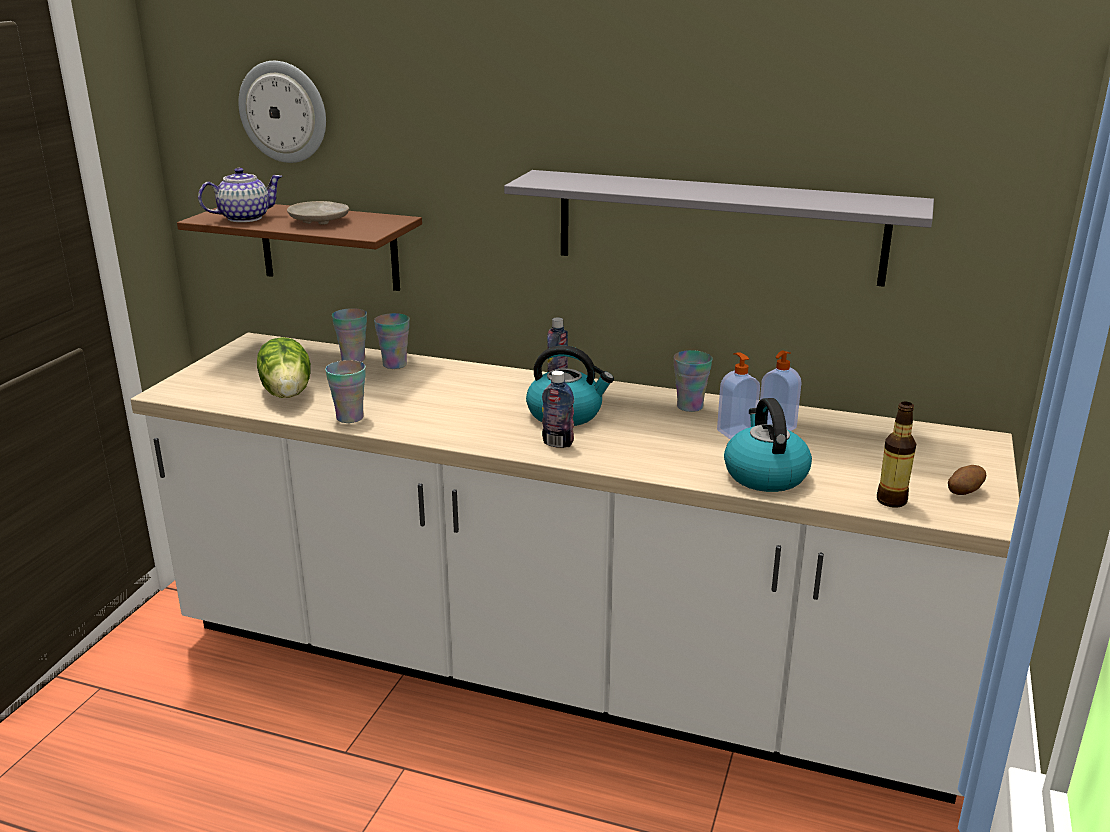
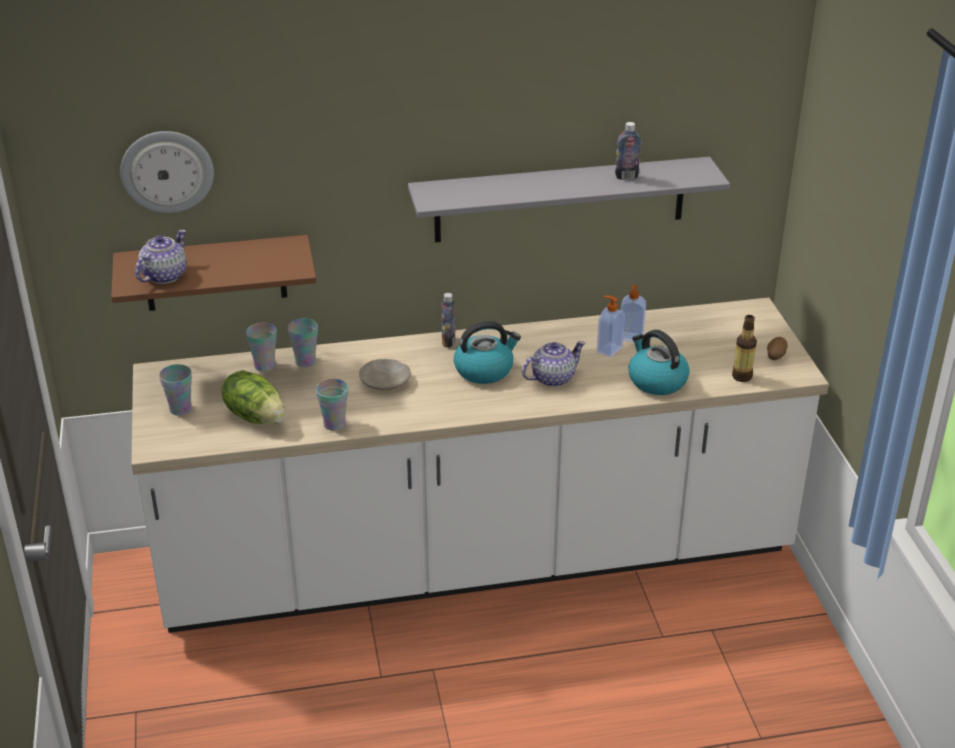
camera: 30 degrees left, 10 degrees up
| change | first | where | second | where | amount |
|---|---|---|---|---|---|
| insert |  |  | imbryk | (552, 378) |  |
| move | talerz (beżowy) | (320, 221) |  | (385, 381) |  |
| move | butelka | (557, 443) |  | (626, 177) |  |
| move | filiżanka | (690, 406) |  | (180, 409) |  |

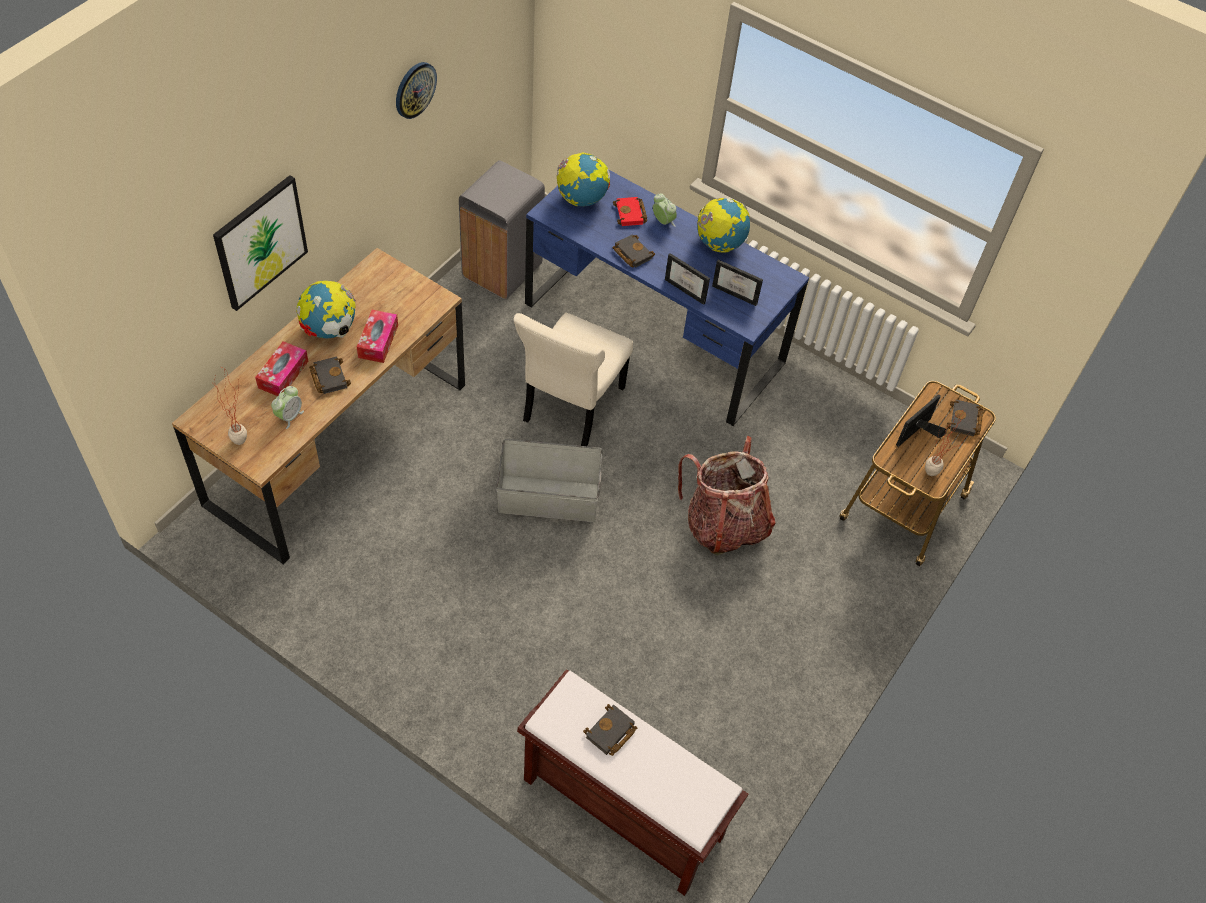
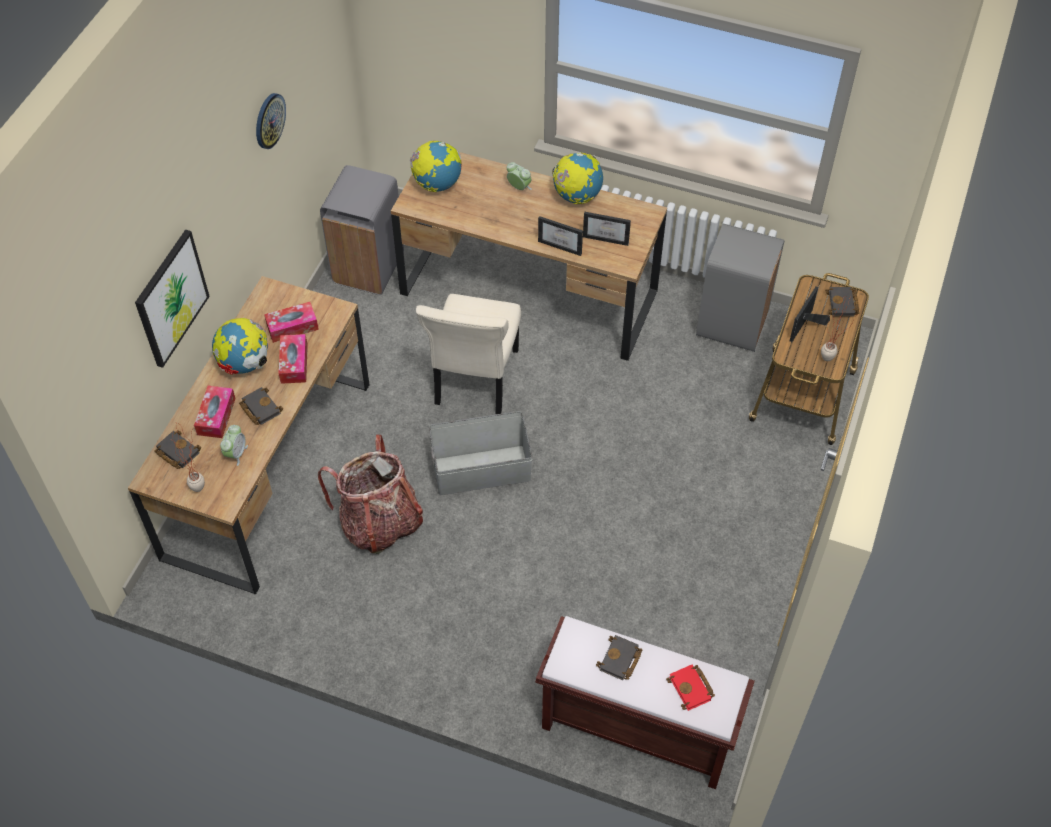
camera: 10 degrees left, 0 degrees up
| change | first | where | second | where | amount |
|---|---|---|---|---|---|
| insert |  |  | pudełko chusteczek | (292, 327) |  |
| insert |  |  | kosz na śmieci (szary) | (732, 326) |  |
| move | książka (czarny) | (631, 253) |  | (176, 452) |  |
| move | książka (czerwony) | (631, 214) |  | (692, 689) |  |
| move | plecak | (724, 525) |  | (380, 523) |  |
| recolor | biurko (niebieski) | (653, 333) | biurko (brązowy) | (528, 292) |  |

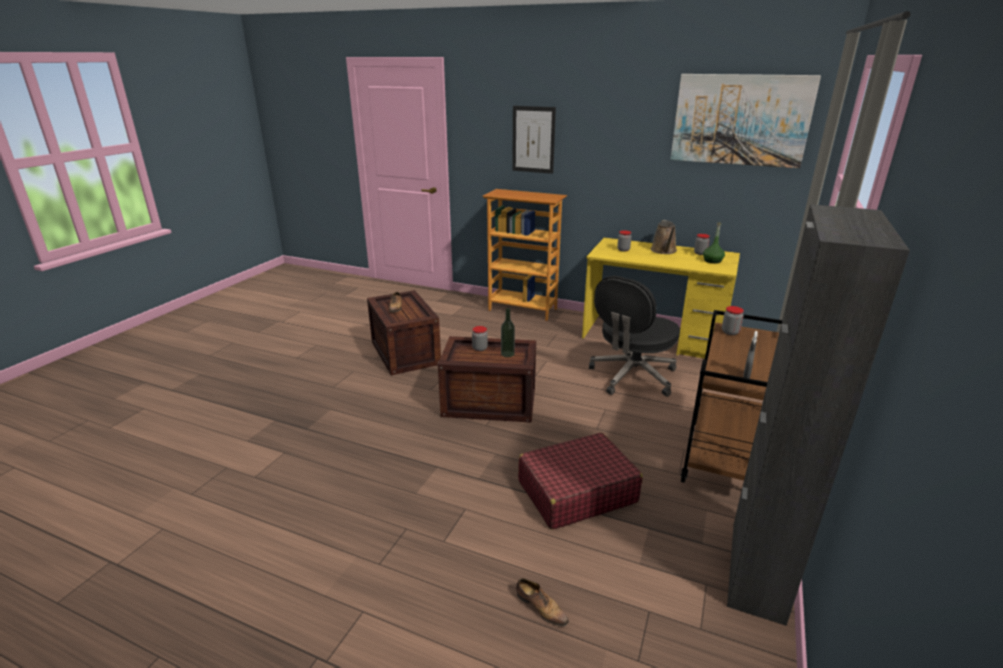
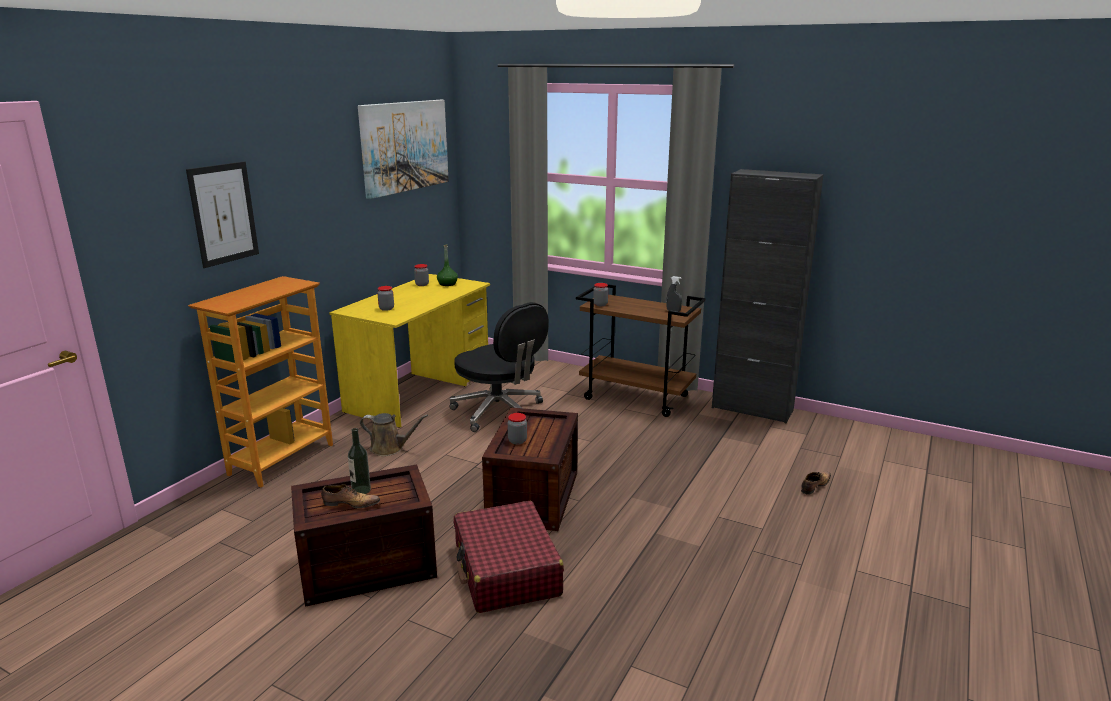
camera: 85 degrees left, 5 degrees down
| change | first | where | second | where | amount |
|---|---|---|---|---|---|
| move | butelka | (507, 354) |  | (361, 490) |  |
| move | walizka (czerwony) | (576, 492) |  | (506, 570) |  |
| move | konewka (brązowy) | (664, 251) |  | (390, 448) |  |

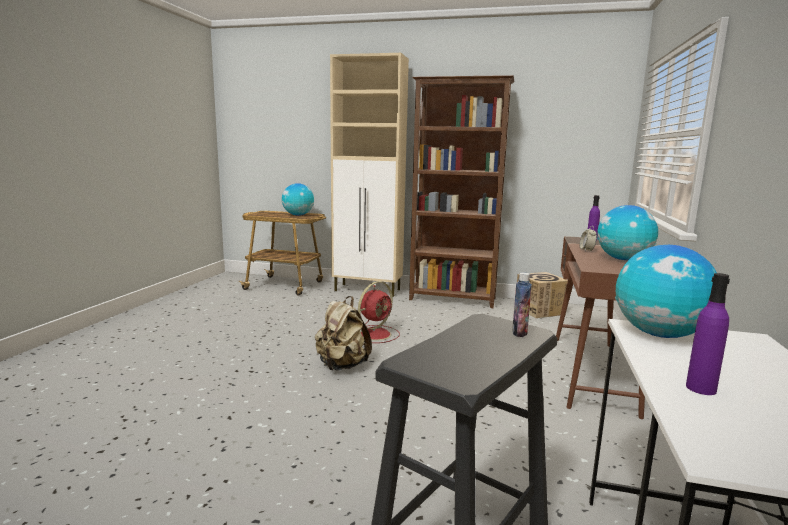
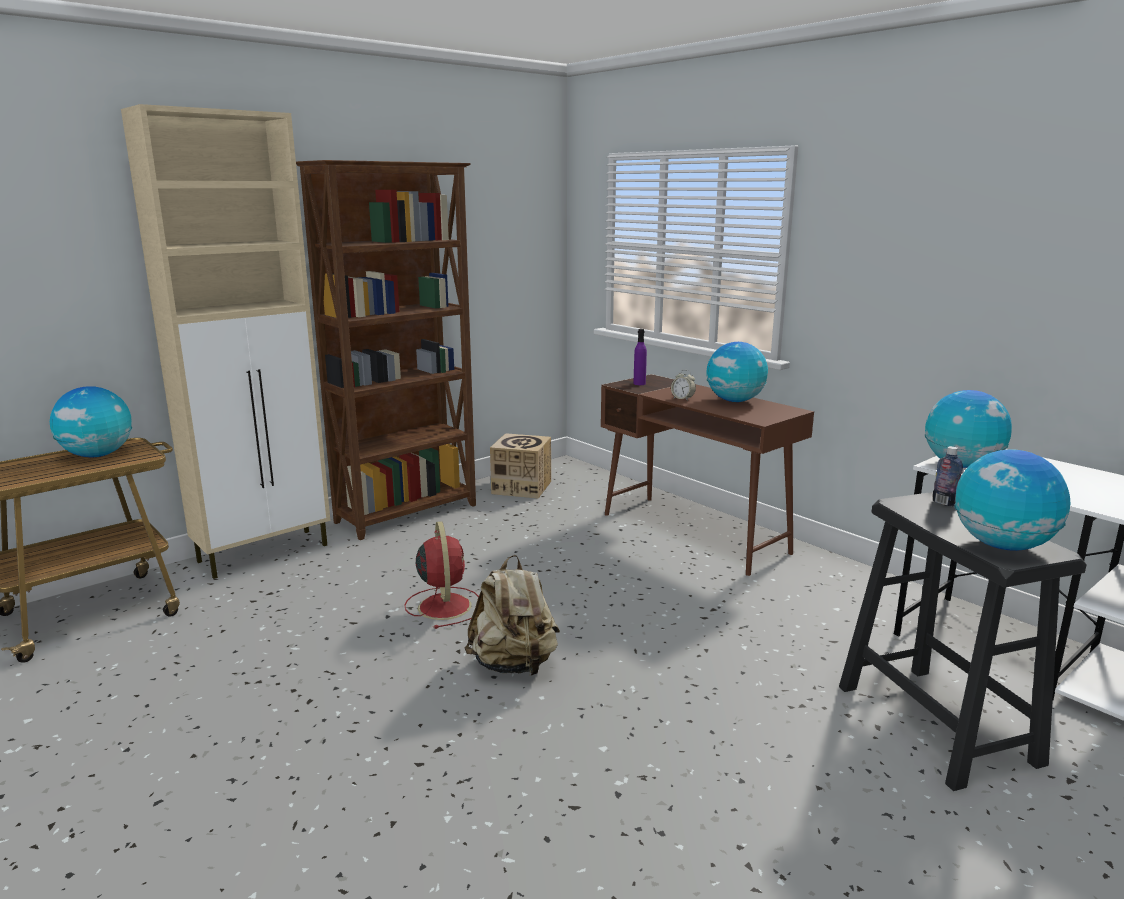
camera: 55 degrees left, 5 degrees up
| change | first | where | second | where | amount |
|---|---|---|---|---|---|
| delete | butelka (fioletowy) | (700, 388) |  |  |  |
| insert |  |  | globus | (1002, 546) |  |

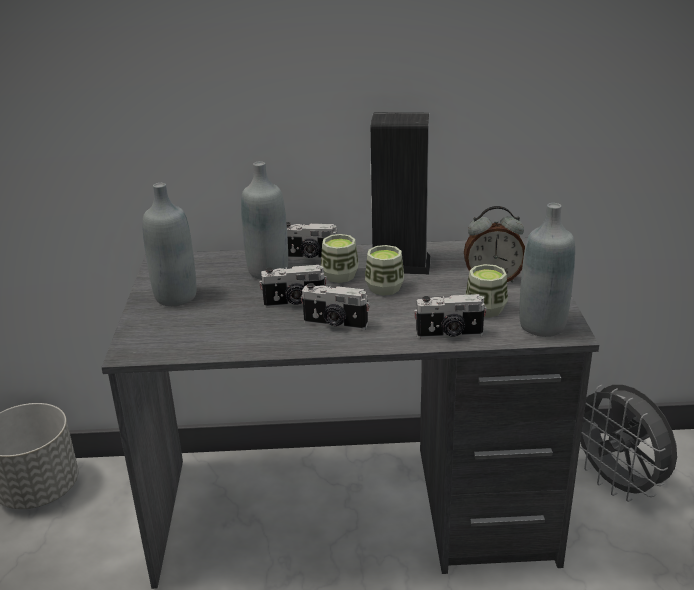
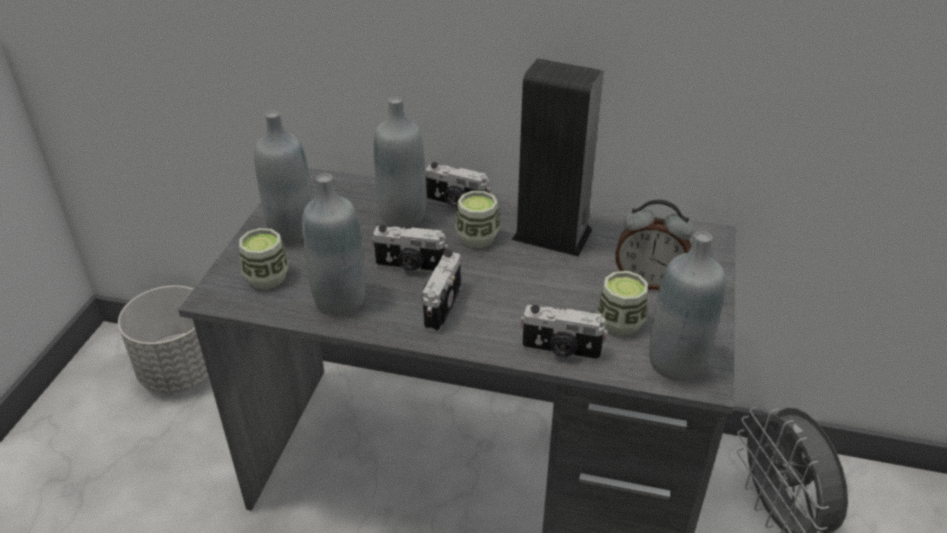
camera: 15 degrees right, 10 degrees up
| change | first | where | second | where | amount |
|---|---|---|---|---|---|
| insert |  |  | butelka (szary) | (340, 300) |  |
| move | filiżanka | (384, 288) |  | (267, 277) |  |
| rotate | aparat fotograficzny | (335, 324) |  | (440, 307) | 75 degrees clockwise |

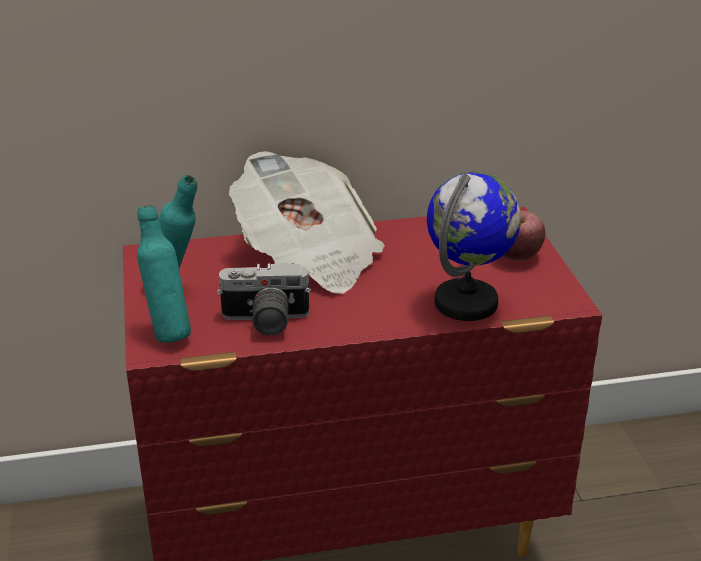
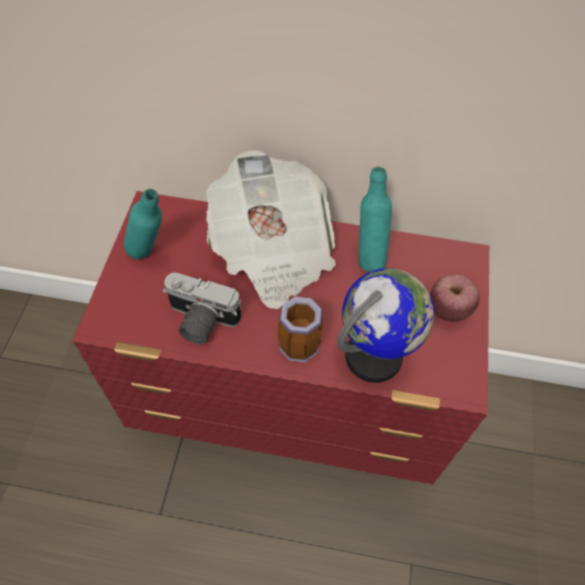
camera: 20 degrees right, 25 degrees up
| change | first | where | second | where | amount |
|---|---|---|---|---|---|
| insert |  |  | kubek | (296, 342) |  |
| move | butelka (turkusowy) | (168, 332) |  | (368, 256) |  |

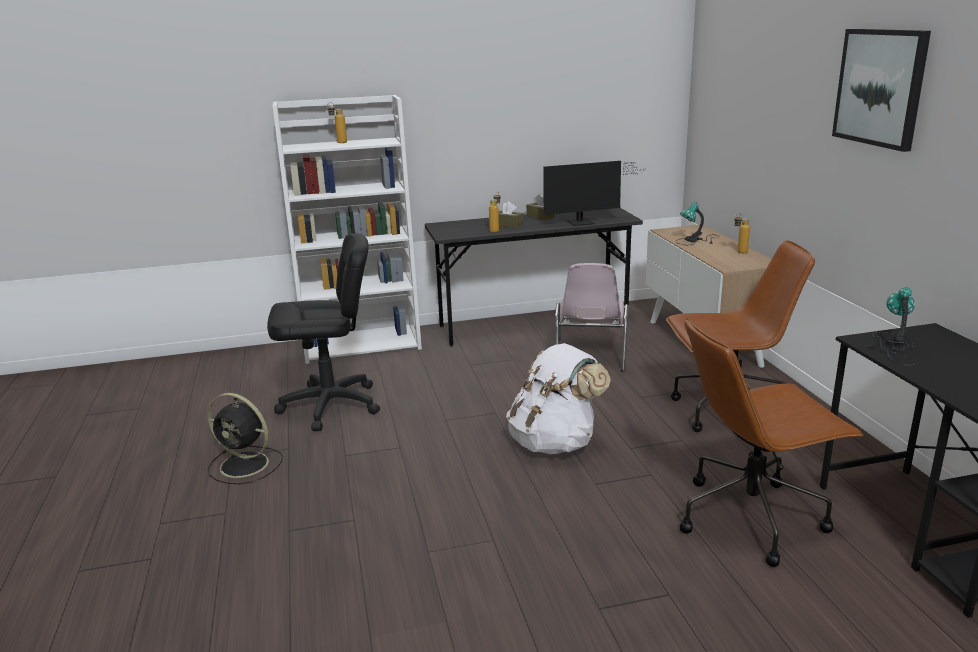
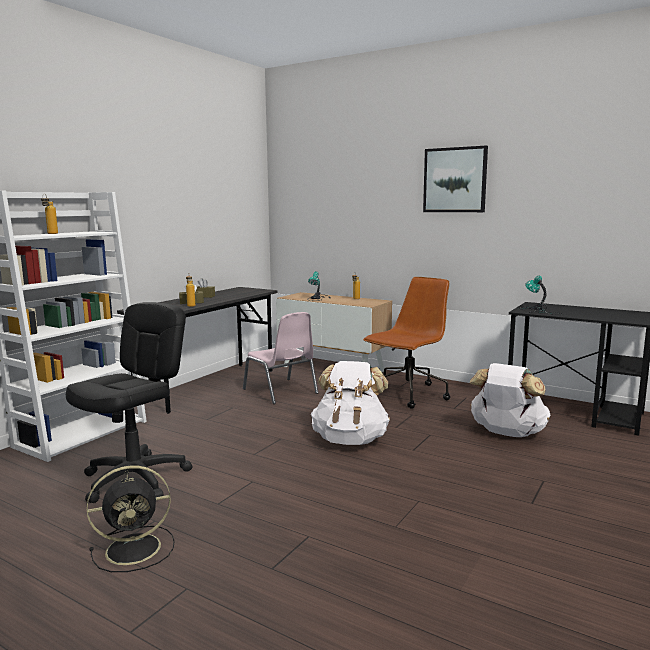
camera: 45 degrees left, 10 degrees down
| change | first | where | second | where | amount |
|---|---|---|---|---|---|
| delete | monitor | (585, 222) |  |  |  |
| replace | krzesło biurowe (brązowy) | (752, 517) | plecak (biały) | (506, 433) |  |

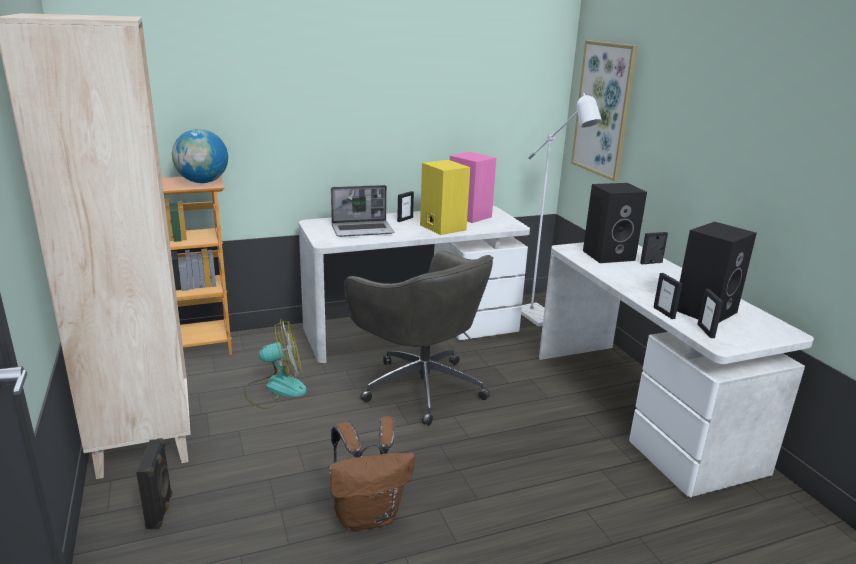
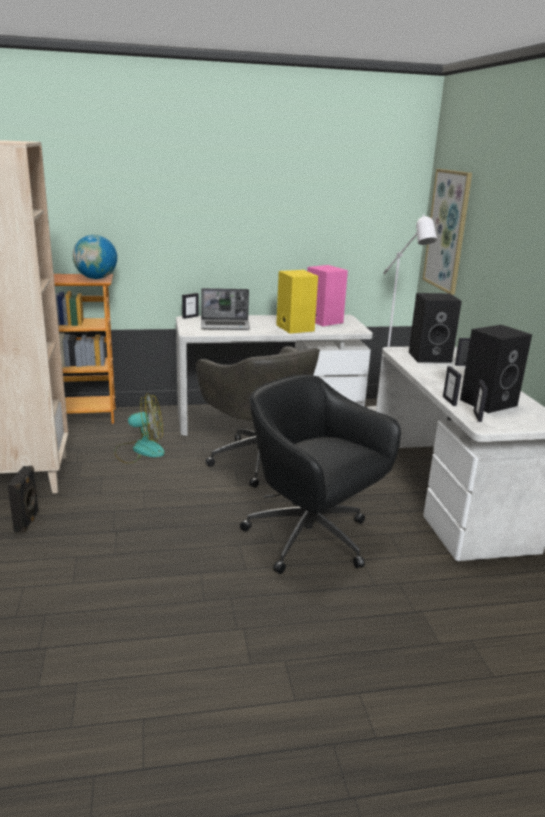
camera: 10 degrees right, 0 degrees up
| change | first | where | second | where | amount |
|---|---|---|---|---|---|
| delete | plecak (brązowy) | (368, 515) |  |  |  |
| insert |  |  | krzesło biurowe (czarny) | (311, 539) |  |
| move | ramka na zdjęcie | (405, 219) |  | (190, 317) |  |

